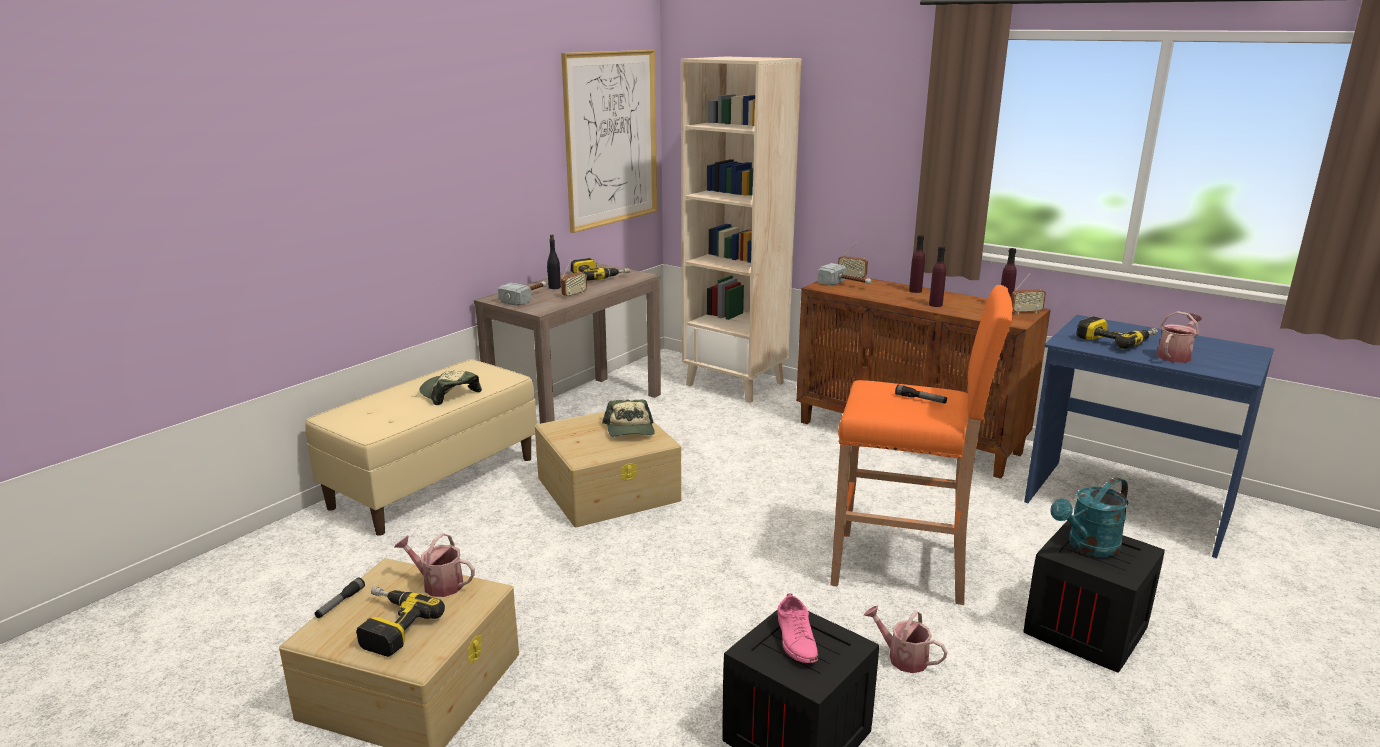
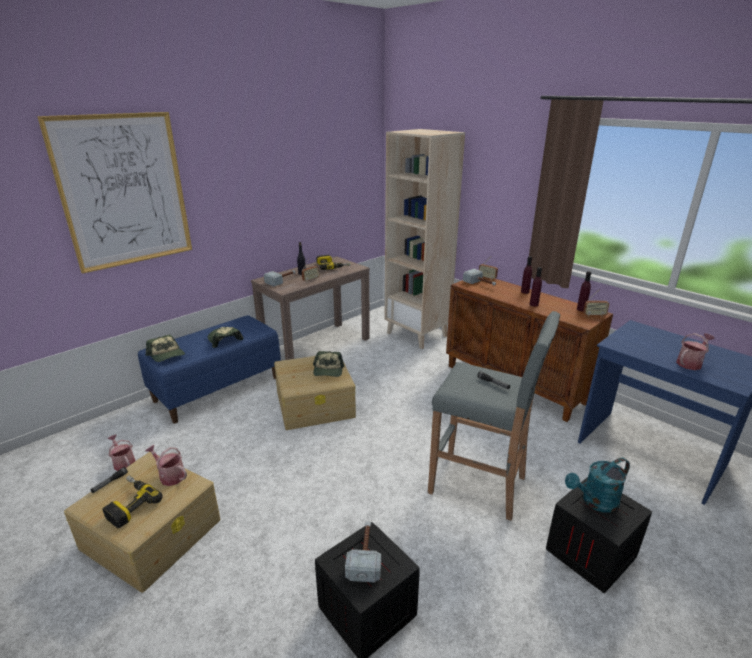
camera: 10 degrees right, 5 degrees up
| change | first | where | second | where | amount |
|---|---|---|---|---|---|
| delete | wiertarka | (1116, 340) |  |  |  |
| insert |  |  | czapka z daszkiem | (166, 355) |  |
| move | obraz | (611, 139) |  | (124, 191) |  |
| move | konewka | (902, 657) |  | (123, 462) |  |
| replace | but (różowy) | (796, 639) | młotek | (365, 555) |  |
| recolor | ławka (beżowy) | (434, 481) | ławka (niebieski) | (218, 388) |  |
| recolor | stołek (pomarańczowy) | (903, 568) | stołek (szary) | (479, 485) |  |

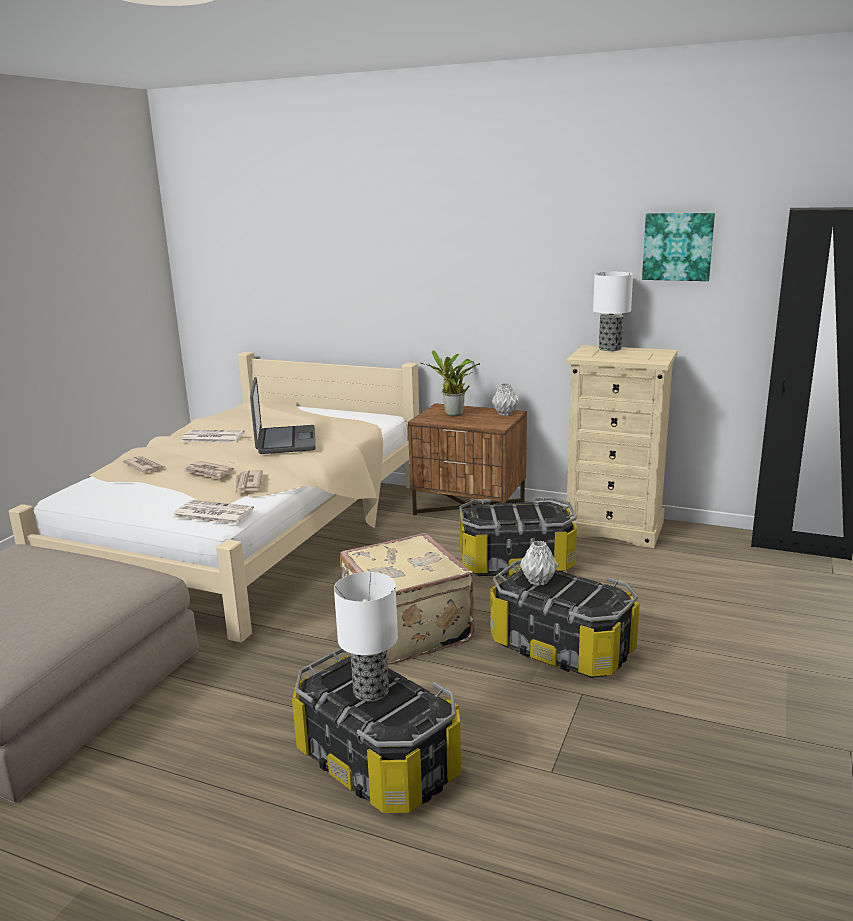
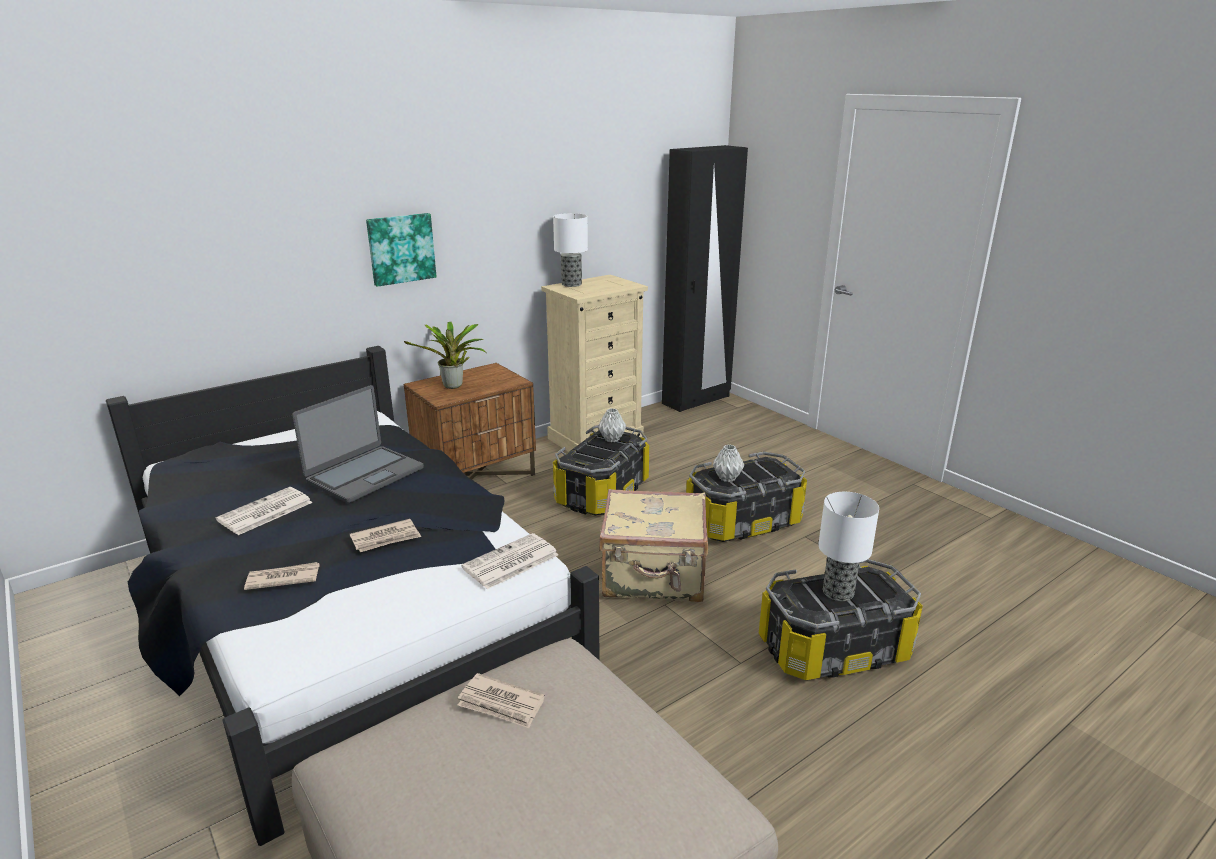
camera: 60 degrees left, 5 degrees up
| change | first | where | second | where | amount |
|---|---|---|---|---|---|
| move | gazeta | (248, 484) |  | (501, 704) |  |
| move | wazon (szary) | (505, 414) |  | (612, 439) |  |
| move | obraz | (678, 246) |  | (401, 248) |  |
| recolor | łóżko (beżowy) | (249, 537) | łóżko (czarny) | (348, 611) |  |
| rotate | laptop | (285, 441) |  | (364, 475) | 105 degrees clockwise |

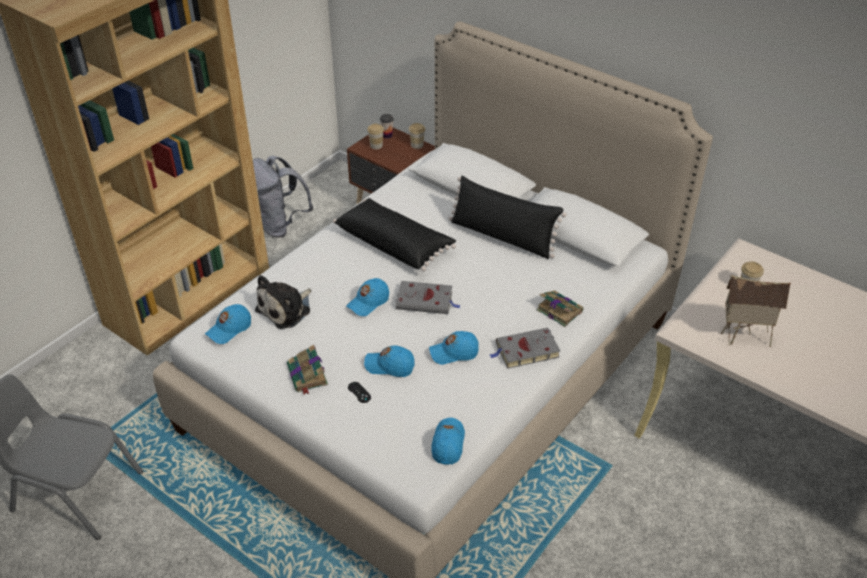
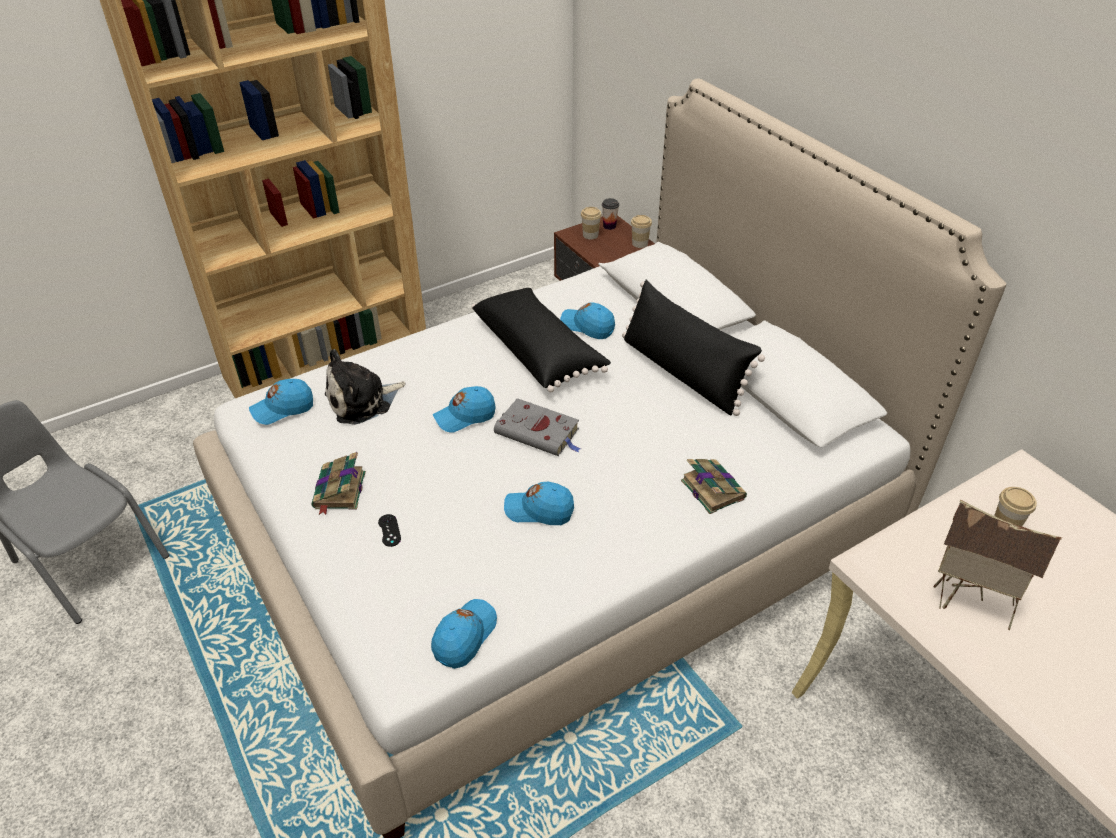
camera: 20 degrees right, 0 degrees up
| change | first | where | second | where | amount |
|---|---|---|---|---|---|
| delete | plecak (szary) | (280, 225) |  |  |  |
| delete | książka (szary) | (525, 351) |  |  |  |
| move | czapka z daszkiem (niebieski) | (389, 366) |  | (587, 326) |  |

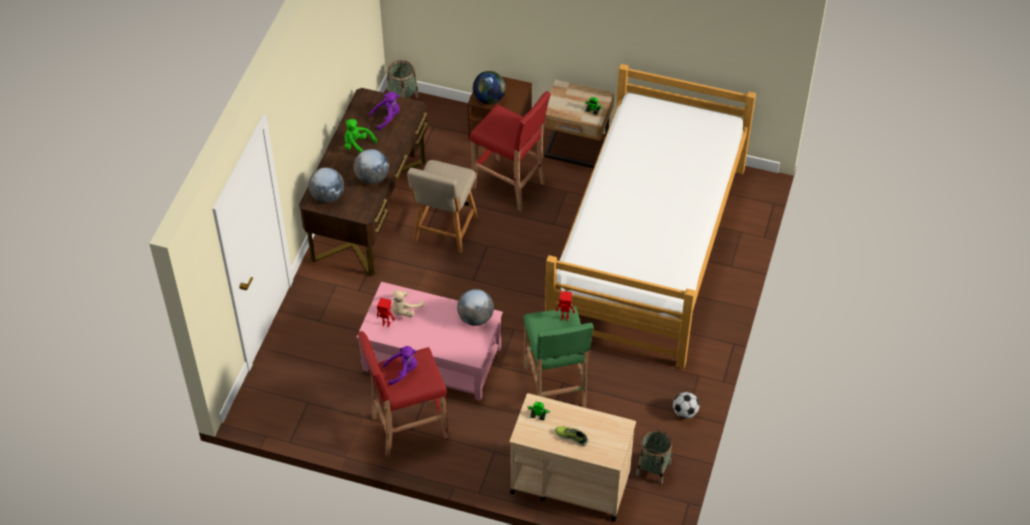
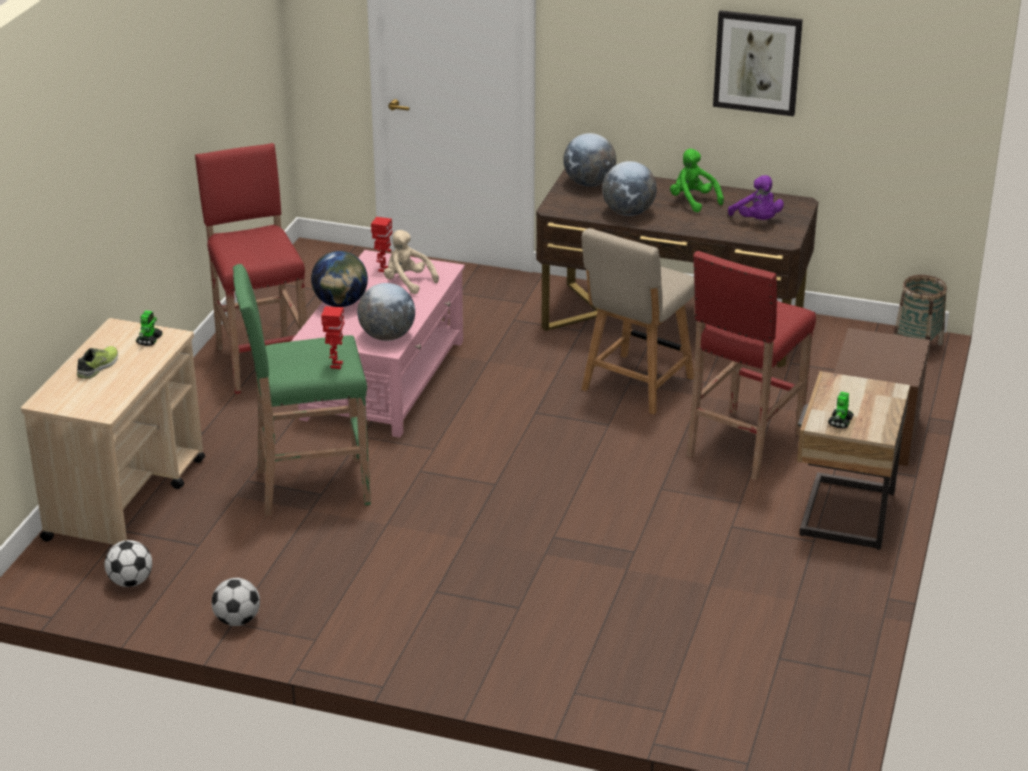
camera: 90 degrees right, 20 degrees down
| change | first | where | second | where | amount |
|---|---|---|---|---|---|
| delete | pluszak (fioletowy) | (403, 371) |  |  |  |
| delete | łóżko | (649, 248) |  |  |  |
| insert |  |  | obraz | (757, 62) |  |
| move | globus | (489, 98) |  | (340, 303) |  |
| replace | koszyk | (653, 468) | piłka futbolowa | (131, 582) |  |
| rotate | pluszak (zielony) | (357, 146) |  | (693, 201) | 60 degrees counterclockwise |
| rotate | krzesło (beżowy) | (444, 231) |  | (634, 386) | 75 degrees counterclockwise |

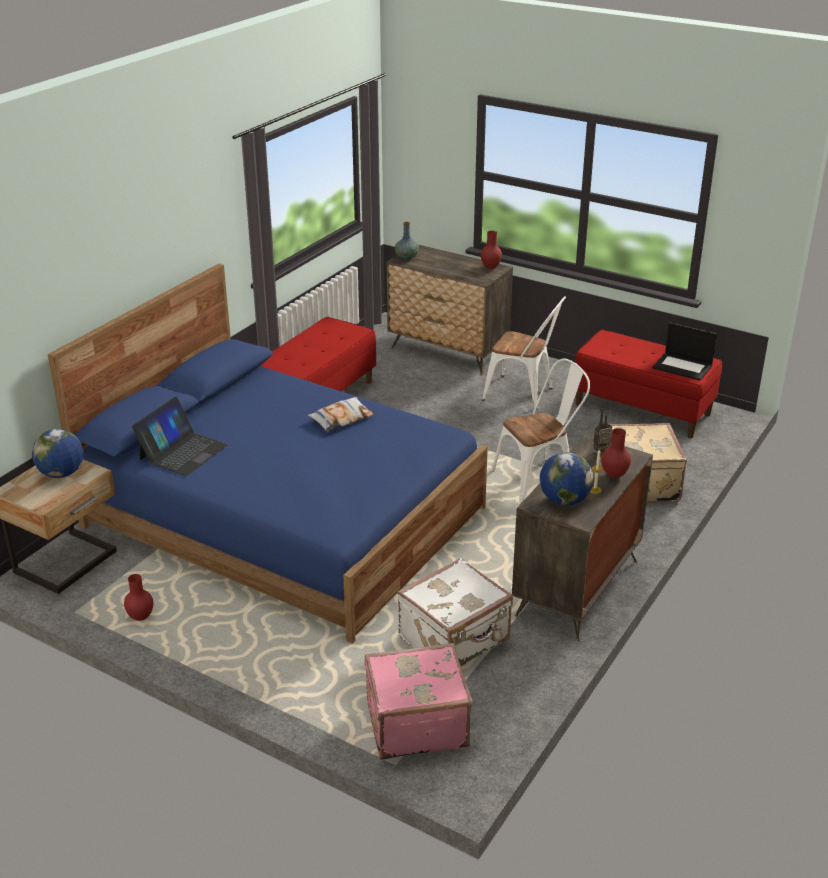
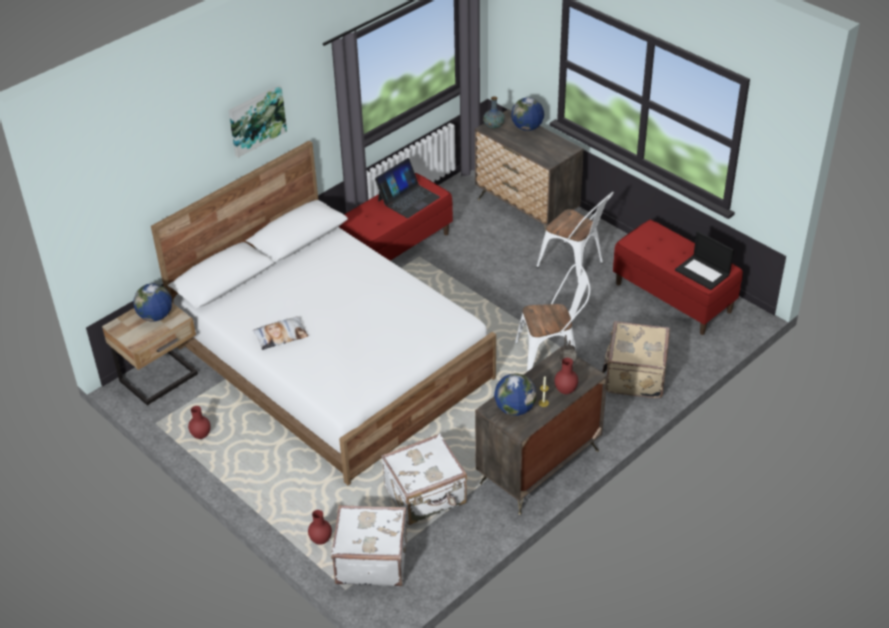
camera: 15 degrees right, 10 degrees up
| change | first | where | second | where | amount |
|---|---|---|---|---|---|
| insert |  |  | obraz | (256, 120) |  |
| insert |  |  | globus | (527, 128) |  |
| move | laptop | (182, 452) |  | (408, 198) |  |
| move | poduszka | (341, 418) |  | (281, 336) |  |
| move | wazon (czerwony) | (491, 267) |  | (321, 540) |  |
| recolor | łóżko (niebieski) | (284, 516) | łóżko (biały) | (333, 361) |  |
| recolor | walizka (różowy) | (415, 723) | walizka (biały) | (371, 560) |  |

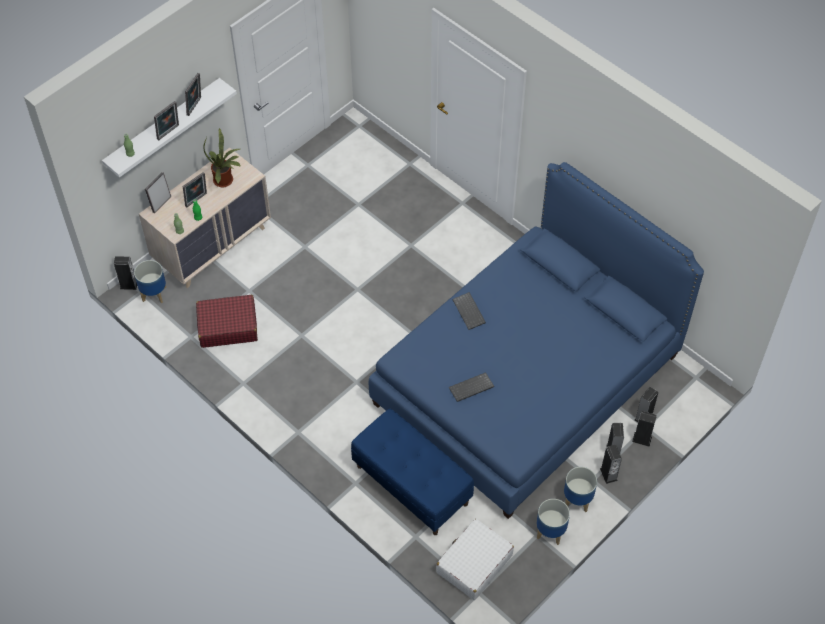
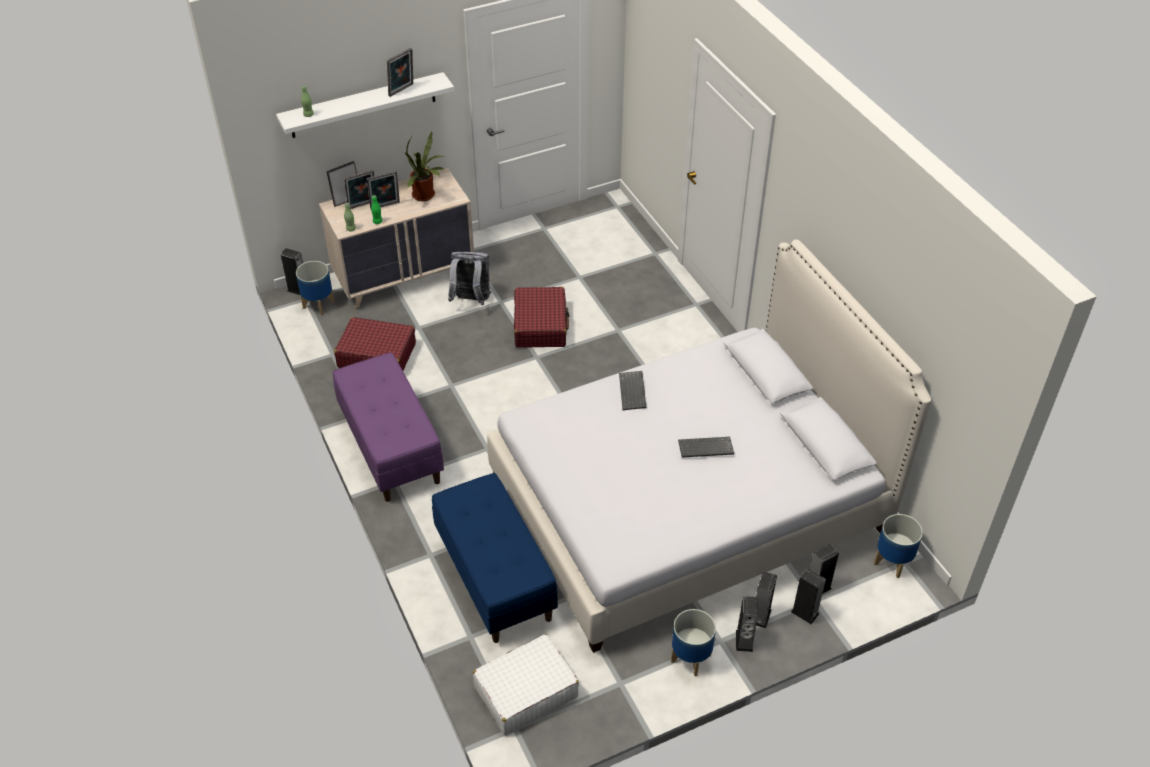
camera: 20 degrees right, 10 degrees down
| change | first | where | second | where | amount |
|---|---|---|---|---|---|
| insert |  |  | ławka (fioletowy) | (390, 447) |  |
| insert |  |  | plecak (szary) | (471, 300) |  |
| insert |  |  | walizka (czerwony) | (540, 325) |  |
| move | ramka na zdjęcie | (169, 133) |  | (363, 205) |  |
| move | klawiatura | (471, 388) |  | (705, 449) |  |
| move | donica | (550, 532) |  | (892, 562) |  |
| recolor | łóżko (niebieski) | (526, 379) | łóżko (biały) | (688, 502) |  |

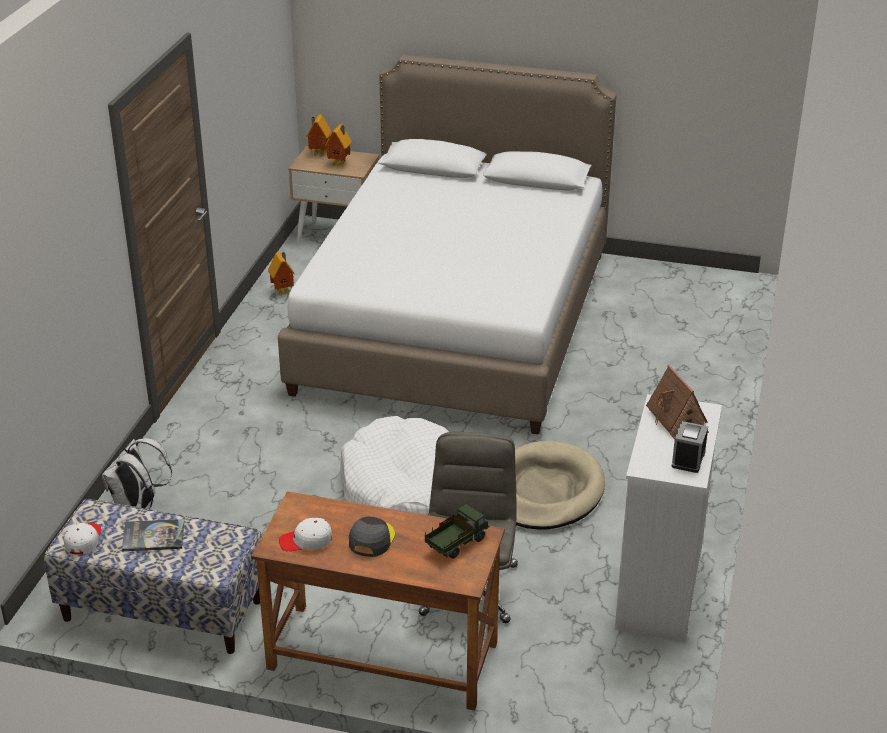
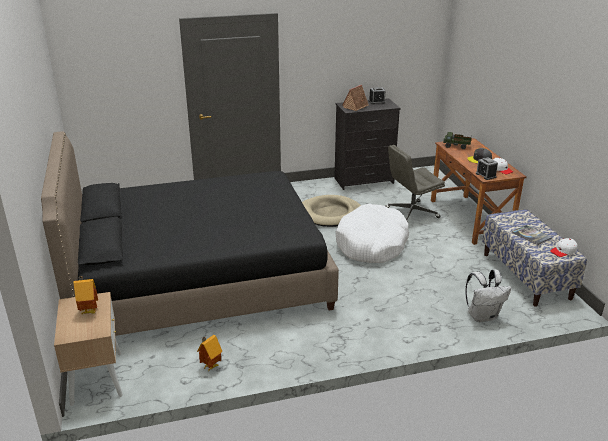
camera: 120 degrees left, 5 degrees down
| change | first | where | second | where | amount |
|---|---|---|---|---|---|
| delete | domek | (318, 154) |  |  |  |
| insert |  |  | budzik | (485, 175) |  |
| recolor | łóżko (biały) | (455, 321) | łóżko (czarny) | (199, 280) |  |
| recolor | komoda (biały) | (657, 592) | komoda (czarny) | (364, 181) |  |

